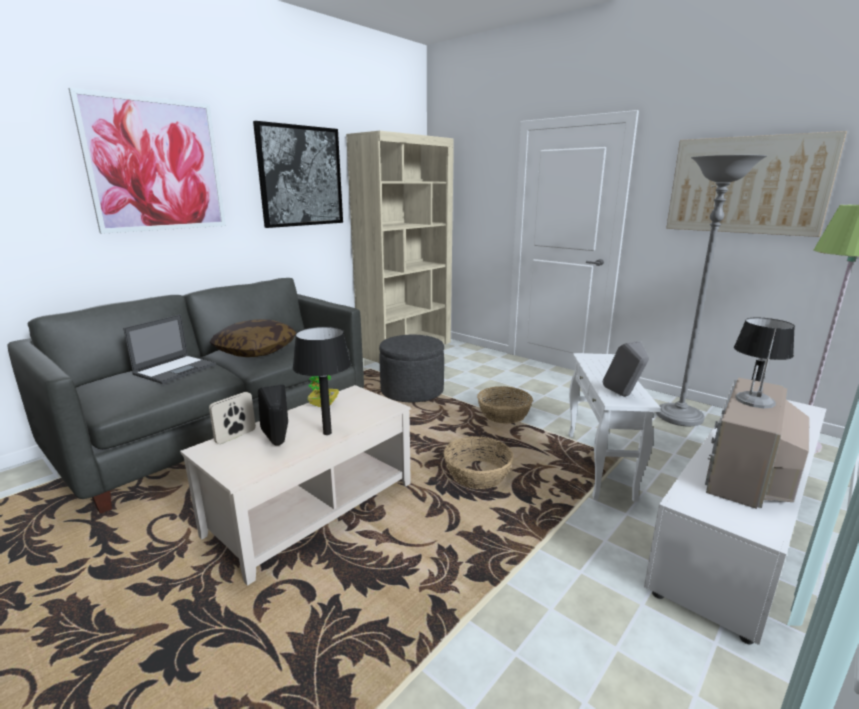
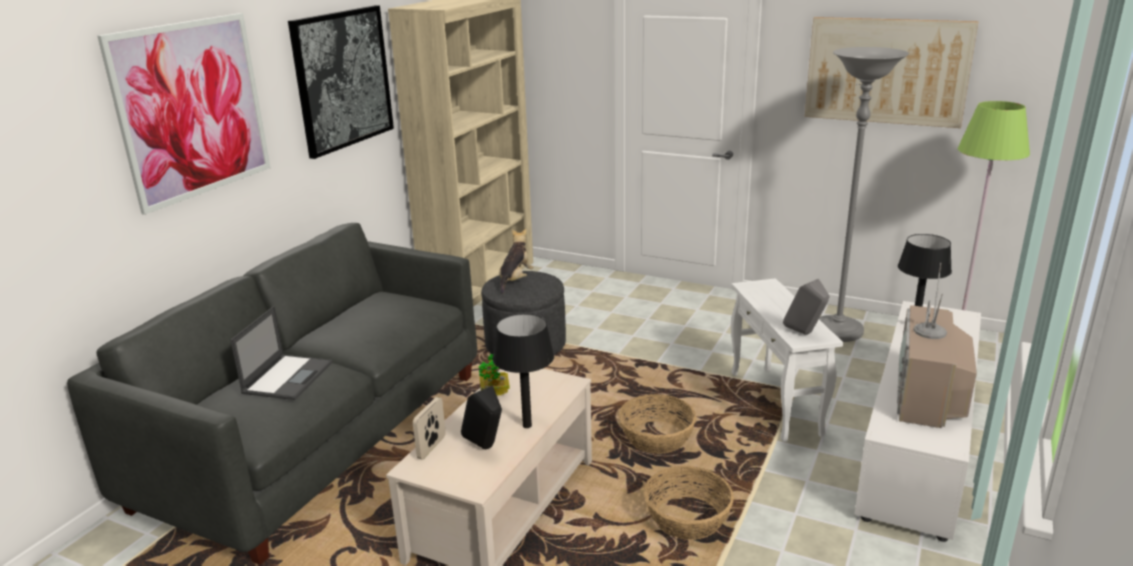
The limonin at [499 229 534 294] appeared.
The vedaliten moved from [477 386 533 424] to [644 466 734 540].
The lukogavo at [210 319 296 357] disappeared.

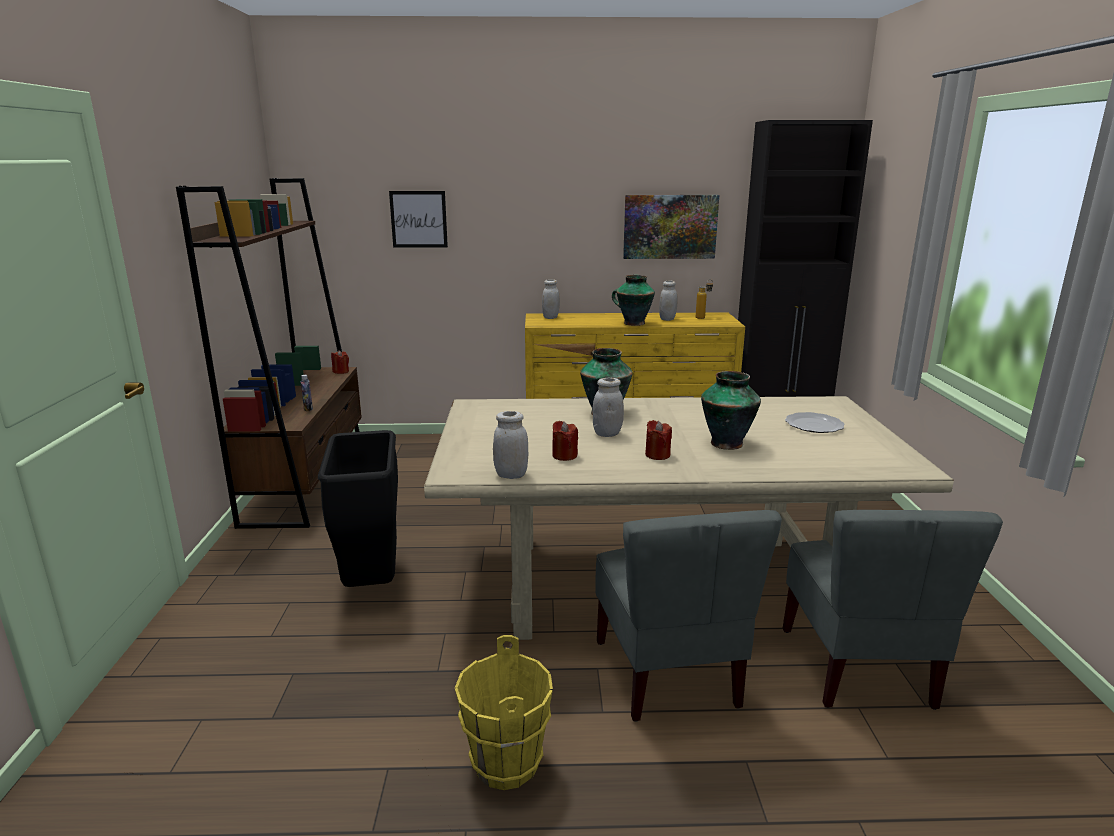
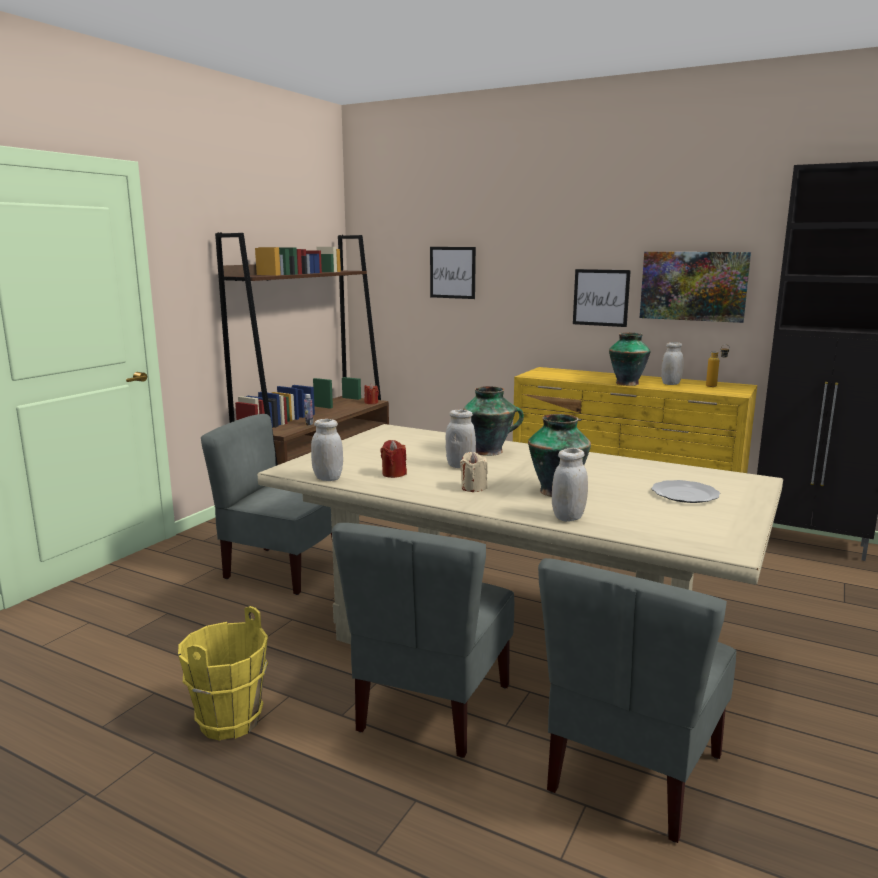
The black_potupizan at [318 430 398 587] was replaced by the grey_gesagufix at [201 414 332 595].
The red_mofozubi at [645 420 672 460] became the beige_mofozubi at [460 452 488 492].
The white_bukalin moved from [542 279 560 319] to [552 448 588 522].
The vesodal at [573 269 631 327] appeared.

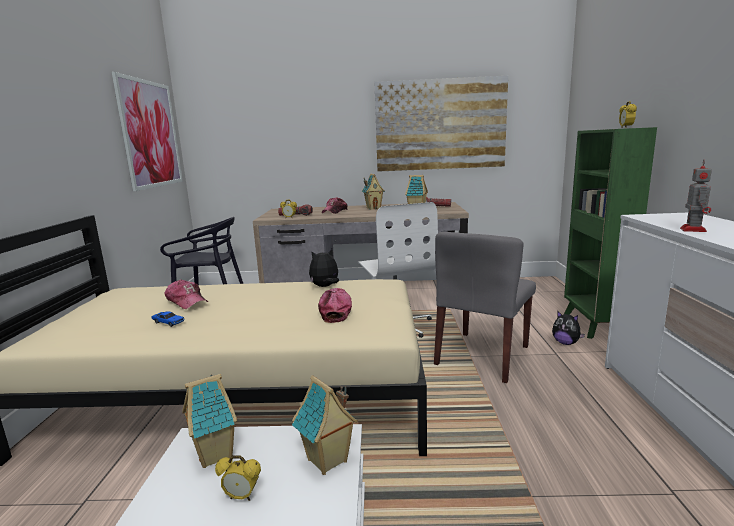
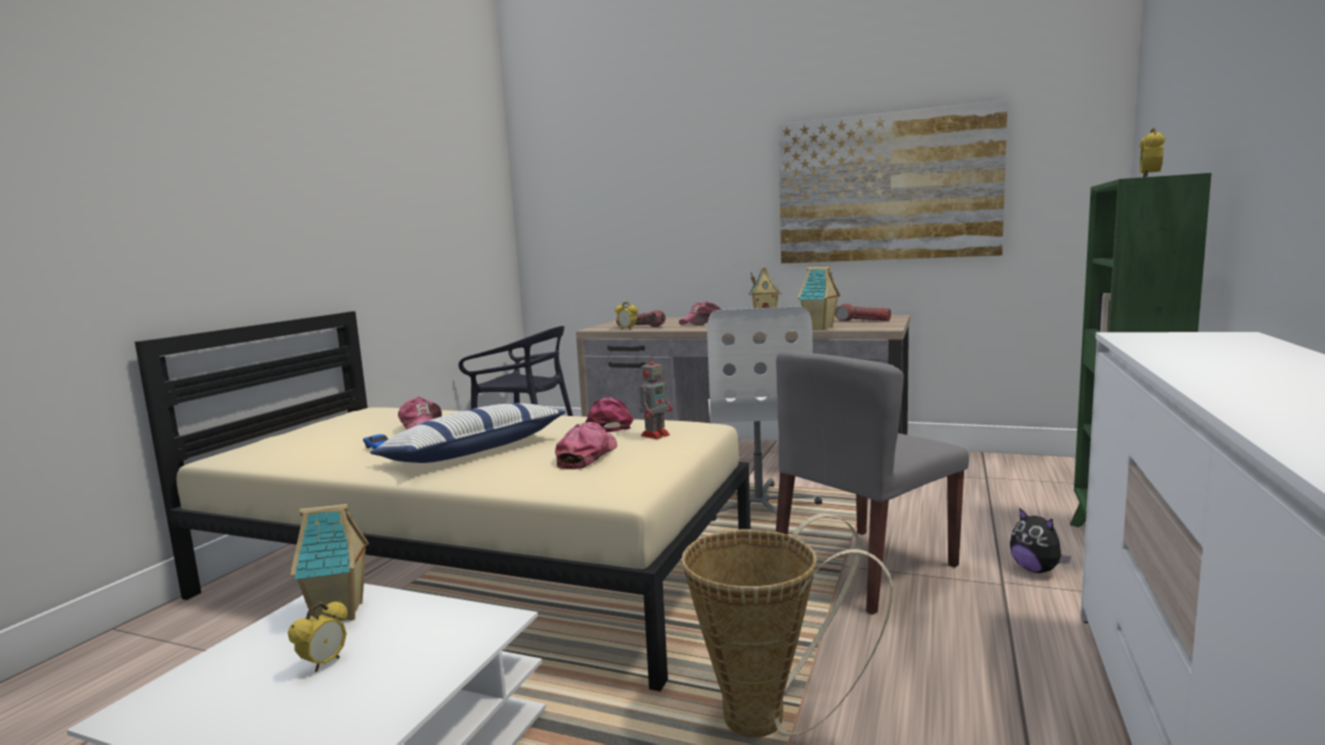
The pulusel at [215 455 261 501] turned 90 degrees counterclockwise.
The lukogavo at [370 403 566 463] appeared.
The limonin at [309 249 339 287] was replaced by the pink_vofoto at [586 397 634 432].
The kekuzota moved from [680 160 712 232] to [639 355 672 439].
The vedaliten at [681 513 893 737] appeared.
The vesodal at [112 72 183 191] disappeared.
The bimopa at [292 375 358 475] disappeared.

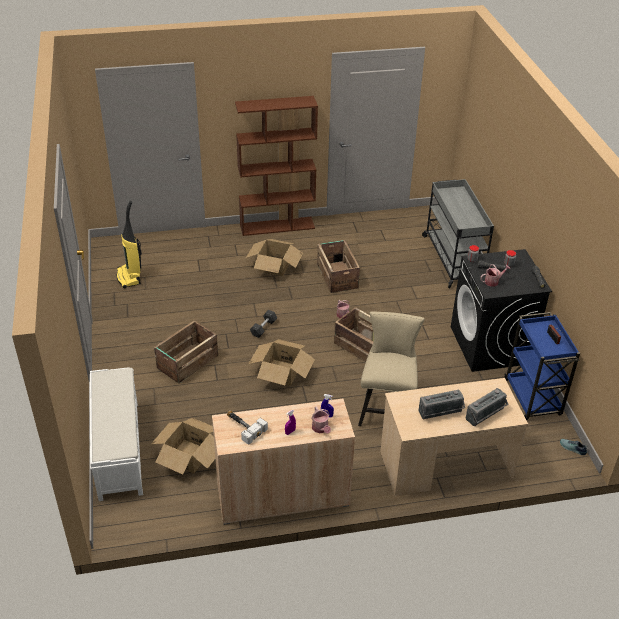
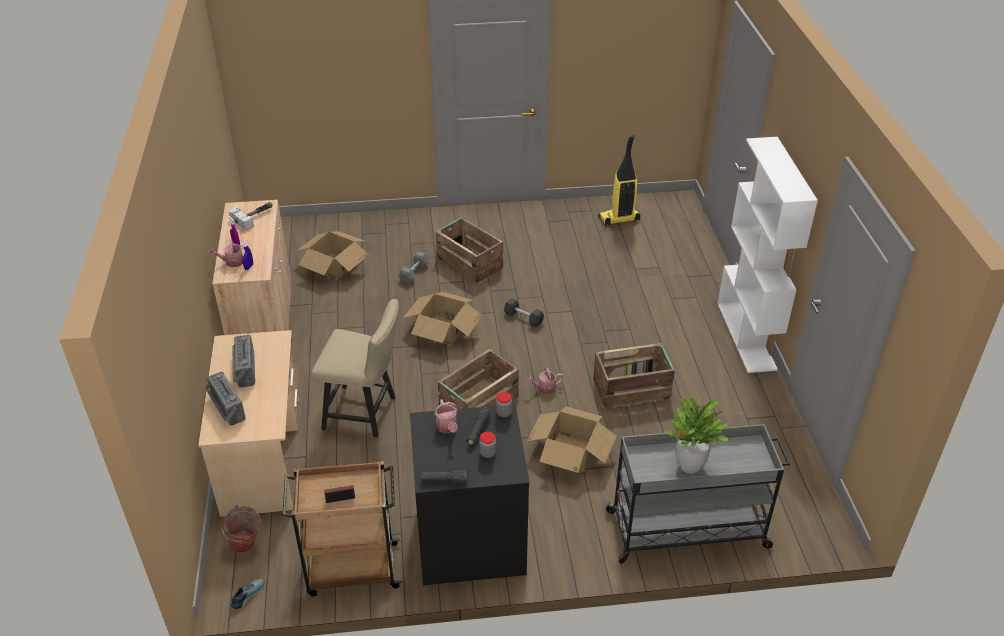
The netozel at [221 505 262 553] appeared.
The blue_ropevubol at [504 312 580 420] became the brown_ropevubol at [283 461 403 596].
The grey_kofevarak at [399 251 429 284] appeared.
The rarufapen moved from [246 239 303 276] to [527 407 617 473].
The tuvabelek at [665 397 728 474] appeared.
The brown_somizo at [235 96 318 236] became the white_somizo at [717 137 818 373].
The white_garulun at [90 368 143 501] disappeared.

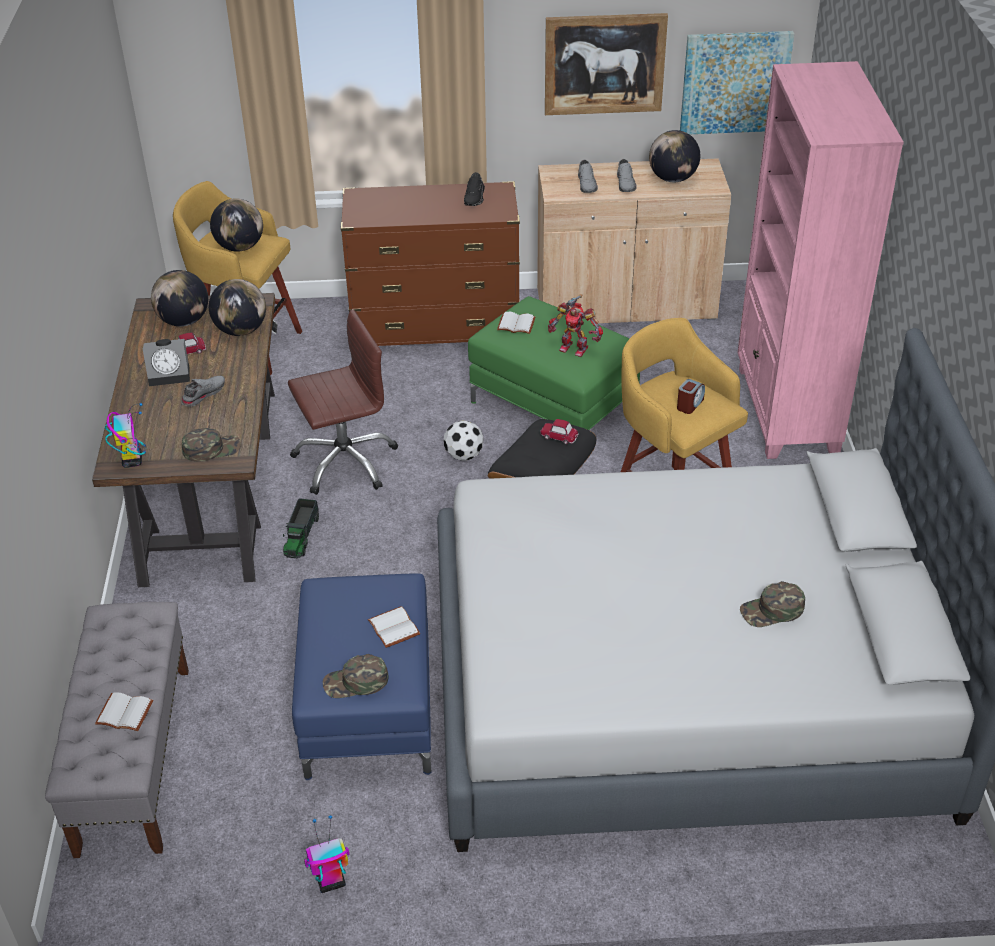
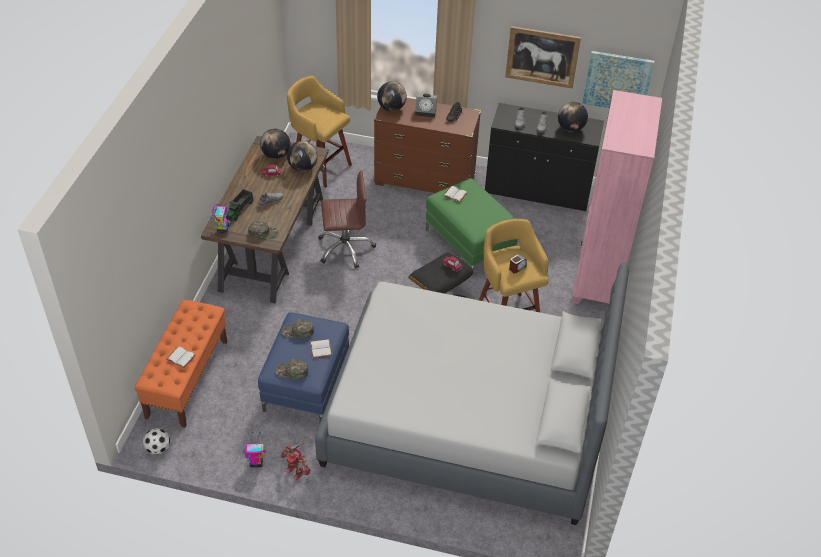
The grey_garulun at [45 602 189 858] became the orange_garulun at [134 300 227 428].
The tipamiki moved from [443 420 484 461] to [143 428 170 455].
The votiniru moved from [283 498 319 558] to [226 189 253 221].
The kekuzota moved from [548 294 603 357] to [281 441 310 480].
The green_vofoto moved from [740 581 805 627] to [282 319 314 339].
The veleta moved from [210 198 263 252] to [377 82 407 111].
The pulusel moved from [143 339 190 386] to [415 94 437 117].
The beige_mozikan at [537 158 731 323] became the black_mozikan at [485 103 604 211].

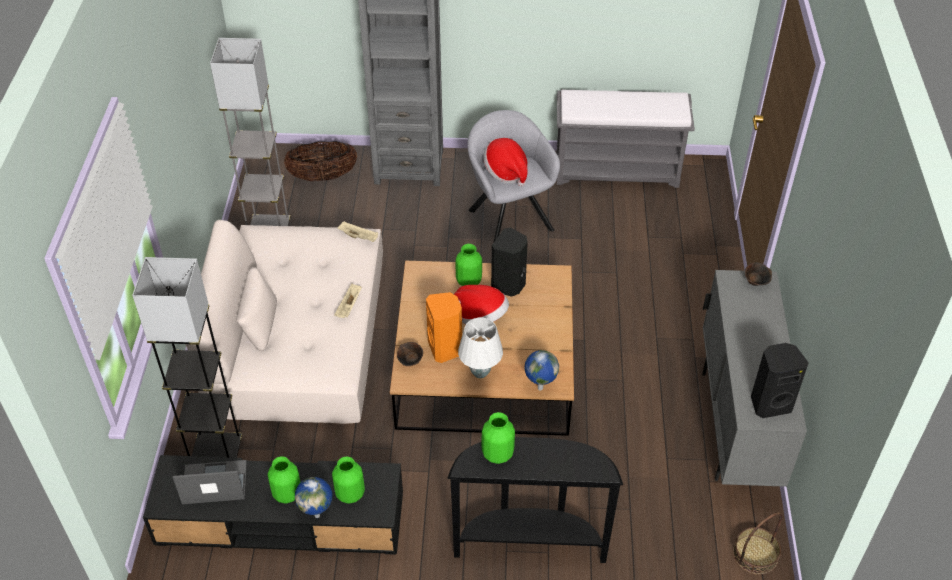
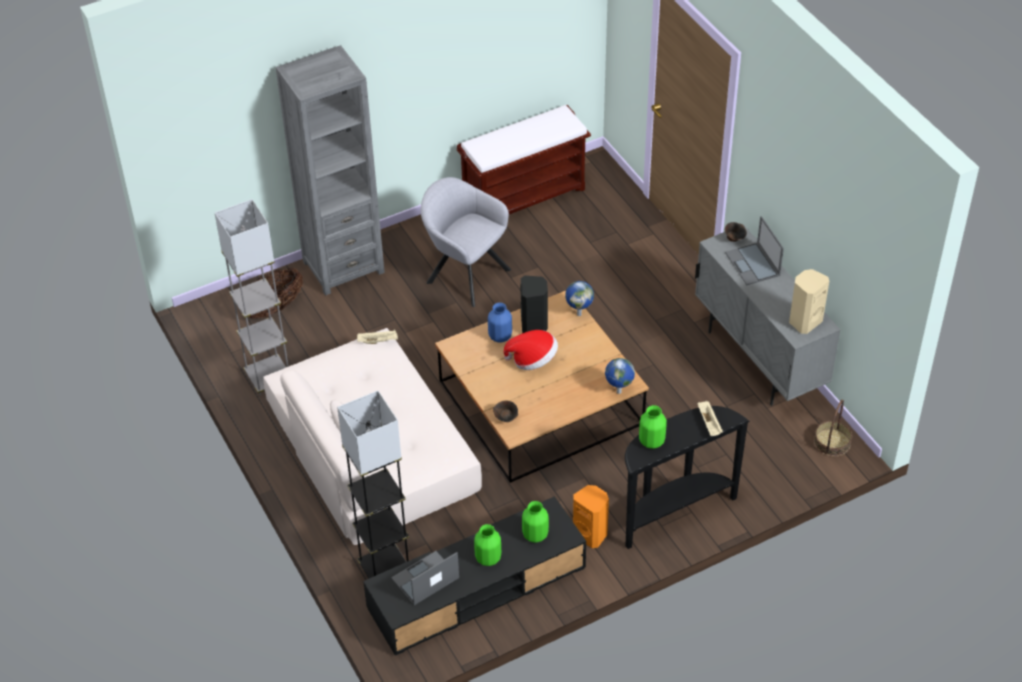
The grey_garulun at [557 90 695 188] became the brown_garulun at [457 105 591 214].
The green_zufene at [456 244 482 286] became the blue_zufene at [488 303 512 343].
The veleta moved from [295 477 332 518] to [565 281 594 316].
The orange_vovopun moved from [426 292 462 363] to [573 485 609 548].
The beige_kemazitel moved from [334 283 362 318] to [697 401 723 436].
The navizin at [725 216 784 285] appeared.
The black_vovopun at [751 343 809 418] became the beige_vovopun at [789 269 829 334].
The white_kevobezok at [458 318 503 378] disappeared.
The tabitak at [483 138 528 186] disappeared.

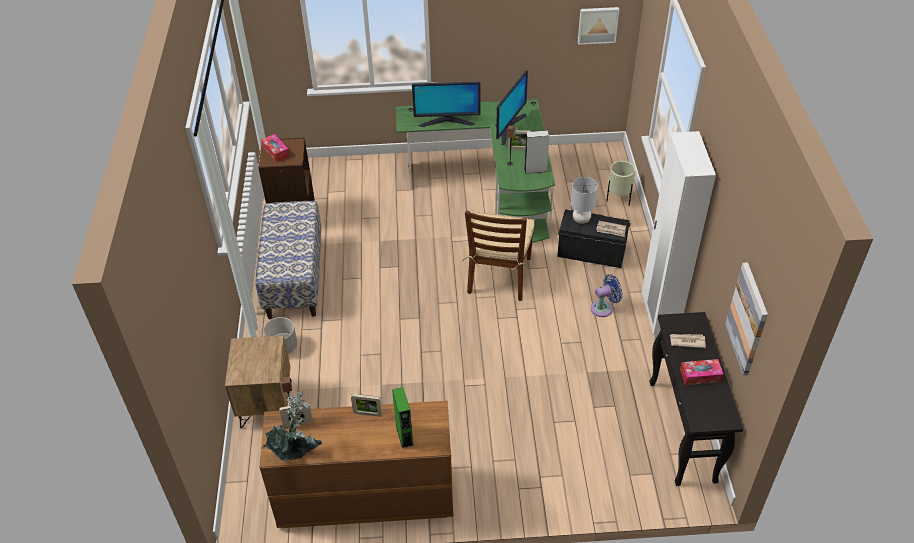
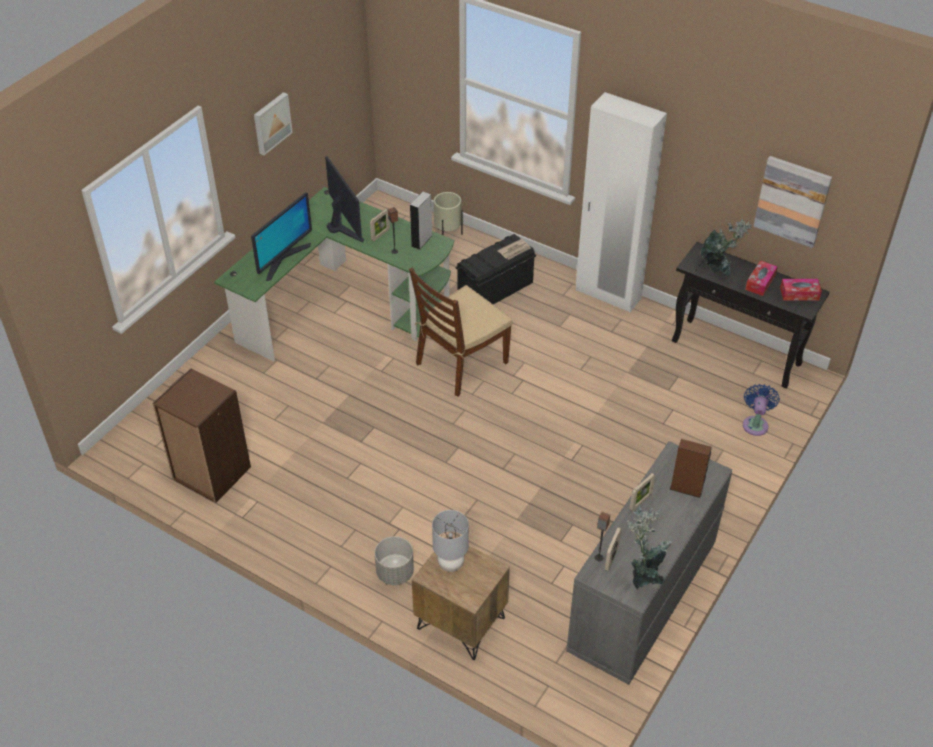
The vesodal moved from [578 7 619 45] to [254 92 293 155].
The brown_gesagufix at [462 210 535 301] turned 90 degrees clockwise.
The grey_kevobezok moved from [571 177 598 224] to [432 510 469 572].
The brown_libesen at [259 401 454 528] became the grey_libesen at [566 441 732 685].
The green_vovopun at [392 387 414 449] became the brown_vovopun at [670 439 712 498].
The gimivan at [670 334 706 348] was replaced by the tuvabelek at [701 219 752 276].
The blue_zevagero moved from [591 274 623 317] to [743 384 780 436].
The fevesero moved from [261 134 290 162] to [780 279 822 301].
The garulun at [256 201 321 319] disappeared.

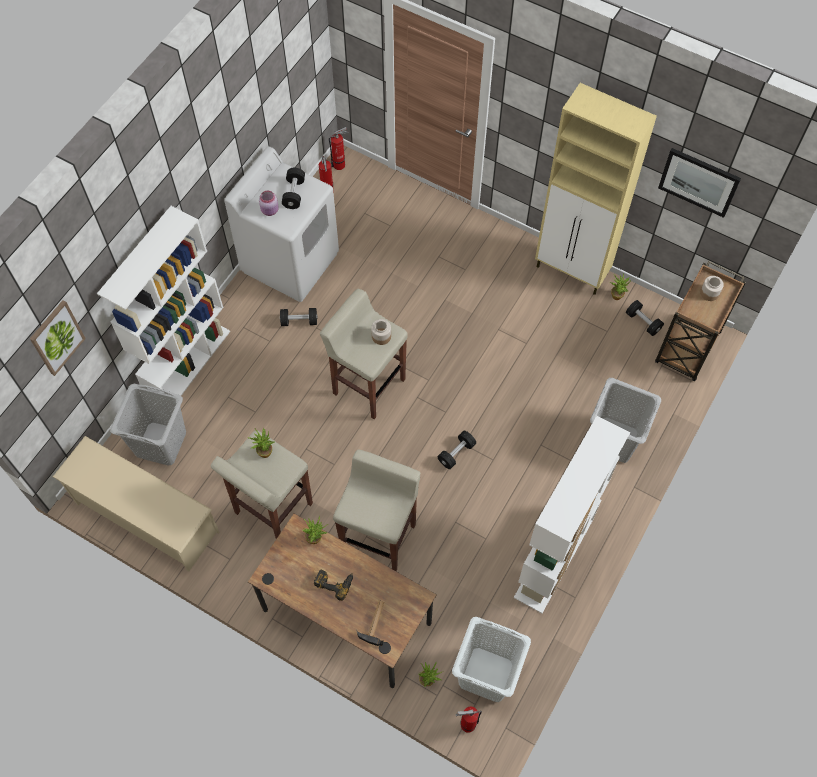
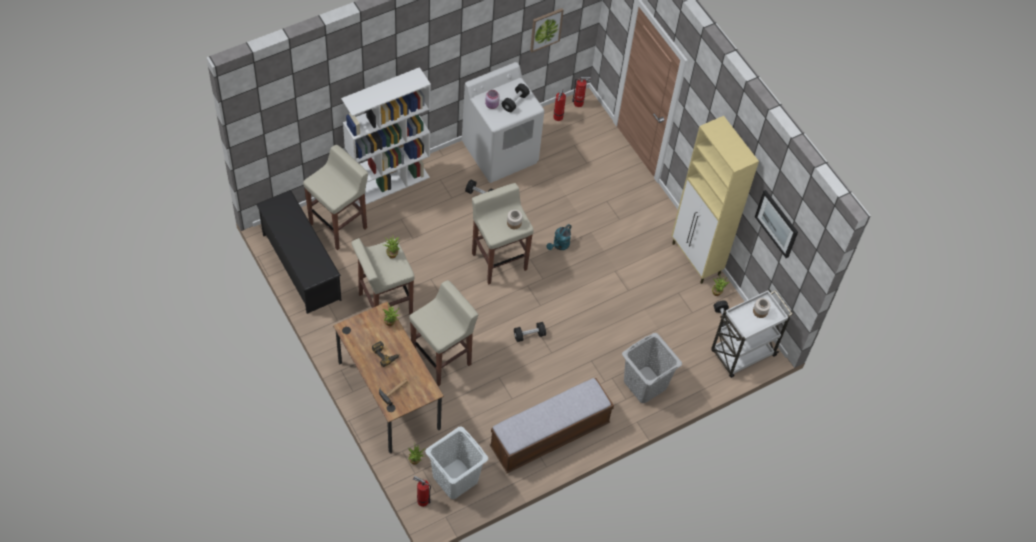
The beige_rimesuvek at [53 436 220 572] became the black_rimesuvek at [256 190 342 314].
The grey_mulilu at [110 384 186 466] was replaced by the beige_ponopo at [303 145 368 250].
The white_somizo at [514 416 630 613] was replaced by the garulun at [490 378 614 473].
The vesodal moved from [30 300 86 376] to [530 8 564 53].
The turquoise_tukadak at [547 224 571 250] appeared.
The brown_ropevubol at [655 261 746 381] became the white_ropevubol at [711 289 792 378].

